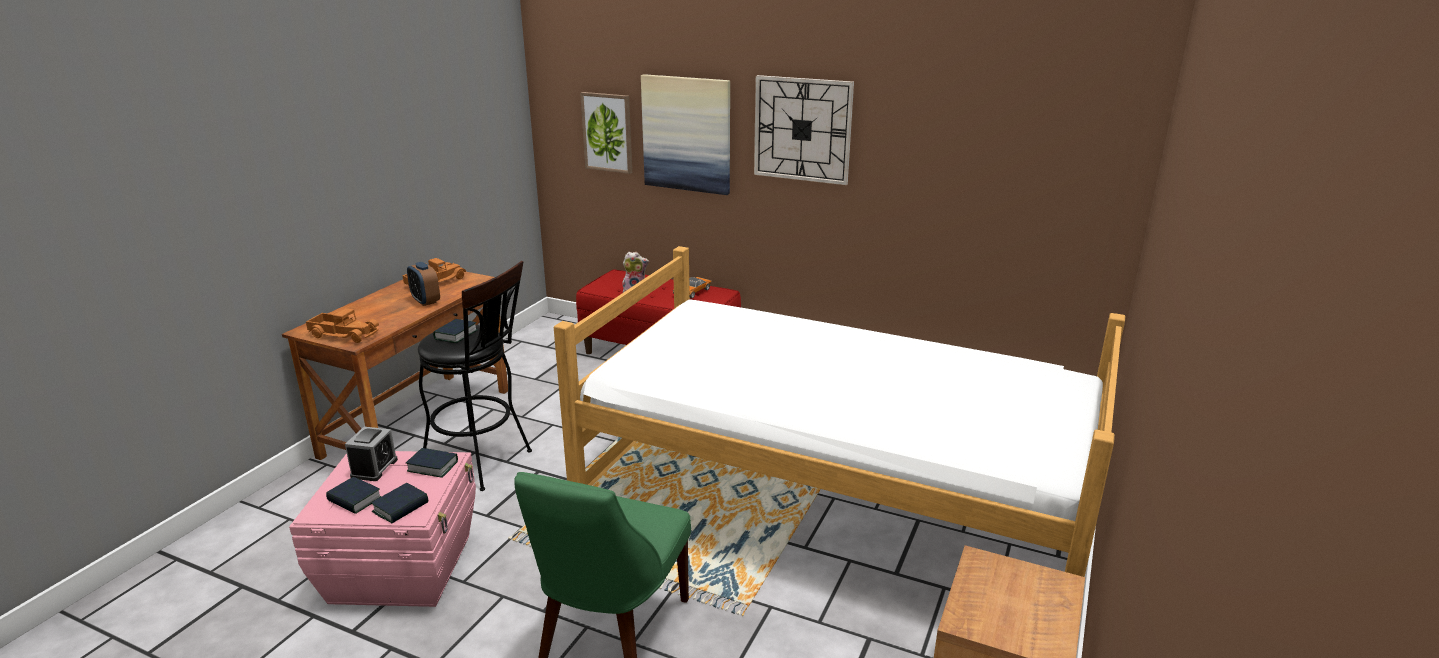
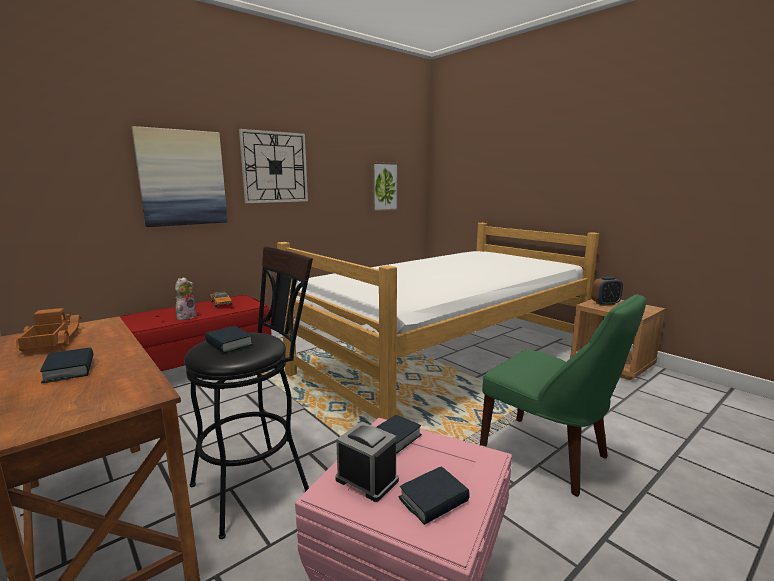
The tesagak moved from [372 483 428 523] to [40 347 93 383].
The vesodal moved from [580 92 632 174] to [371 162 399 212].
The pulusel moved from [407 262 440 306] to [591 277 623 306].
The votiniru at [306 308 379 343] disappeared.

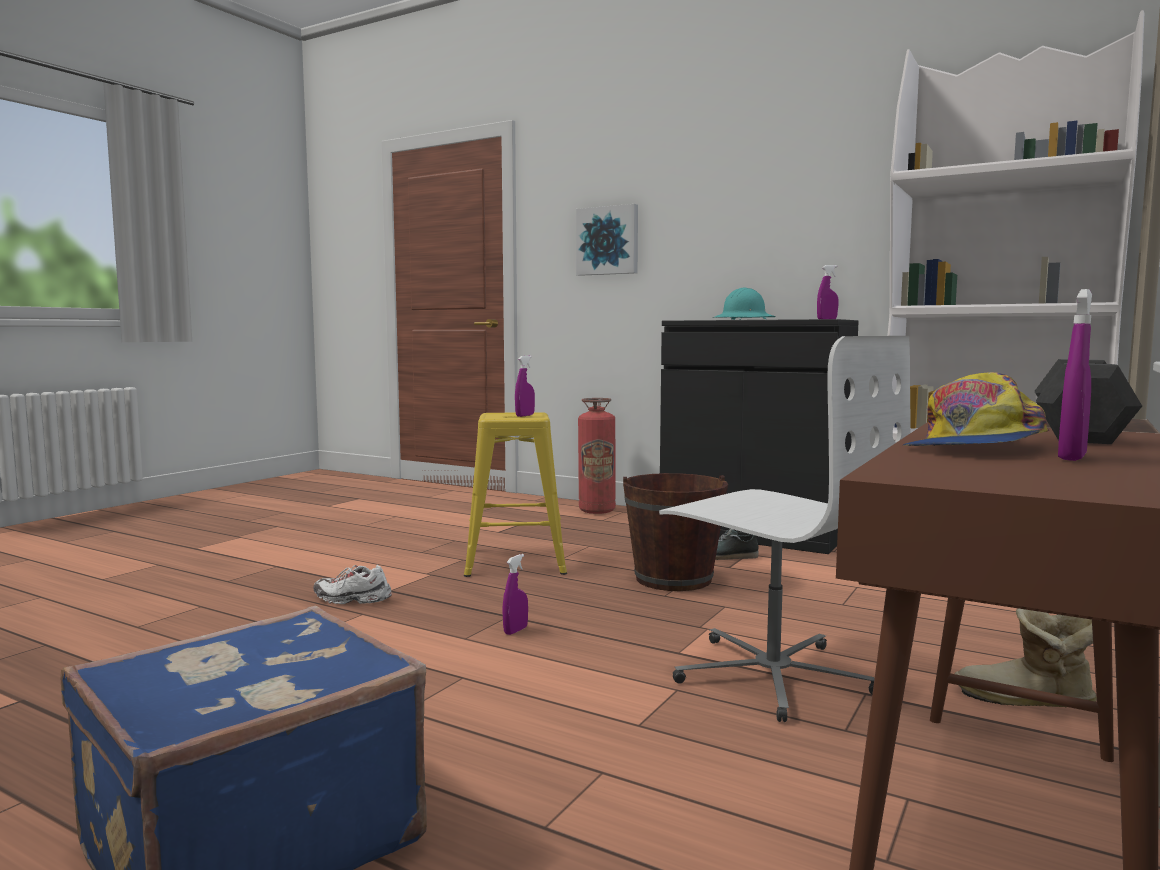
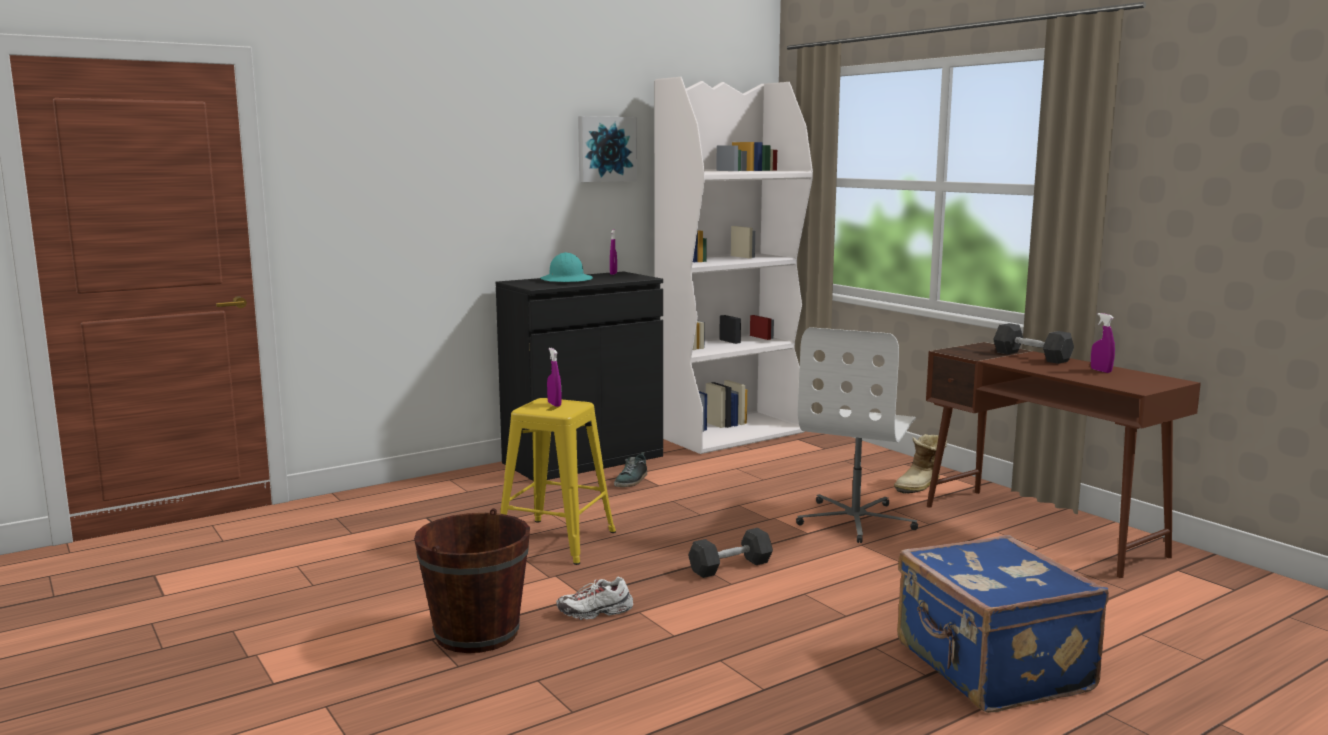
The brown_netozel moved from [623 473 728 591] to [414 508 530 653].
The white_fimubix at [313 565 392 604] turned 45 degrees clockwise.
The vesodal moved from [576 204 638 276] to [578 116 637 182].
The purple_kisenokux at [503 554 528 635] was replaced by the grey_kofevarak at [689 528 773 578].
The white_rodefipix at [659 336 911 722] turned 135 degrees clockwise.
The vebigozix at [578 398 616 514] disappeared.
The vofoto at [903 372 1049 446] disappeared.

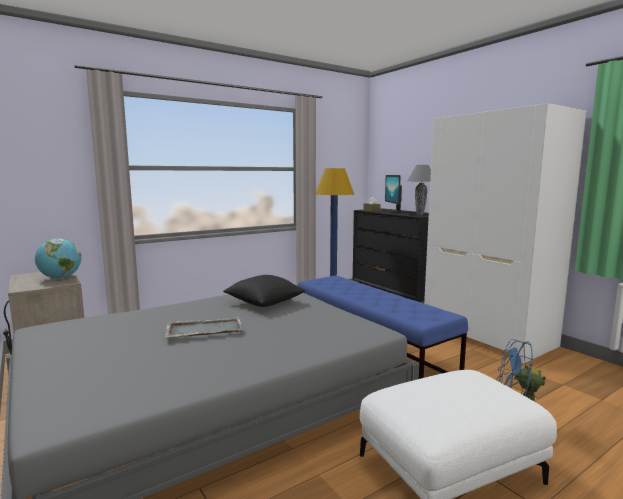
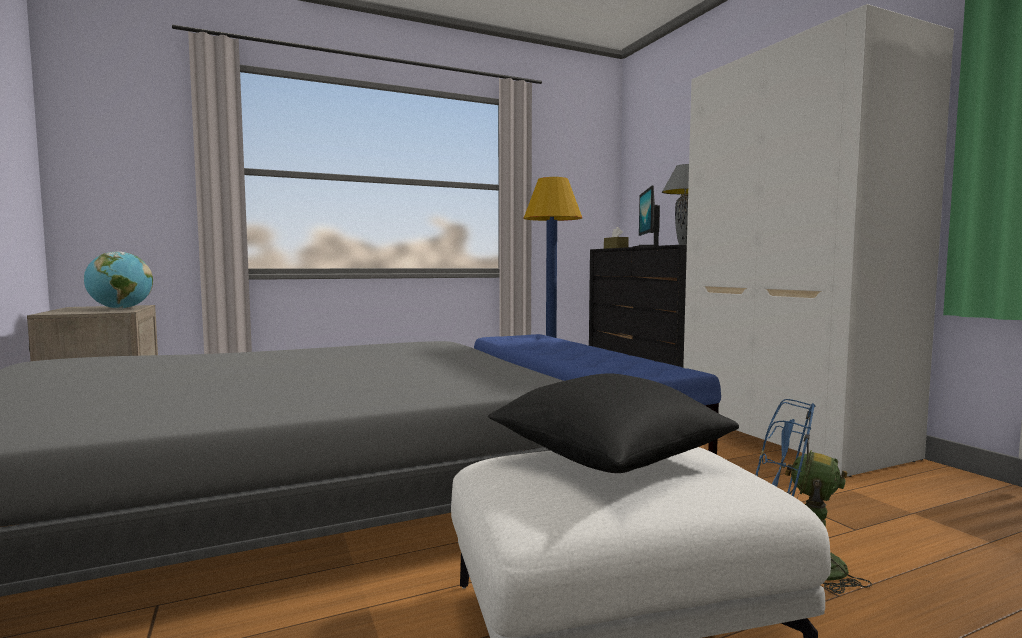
The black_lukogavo moved from [223 275 305 307] to [488 373 739 473].
The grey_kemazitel at [164 317 243 337] disappeared.

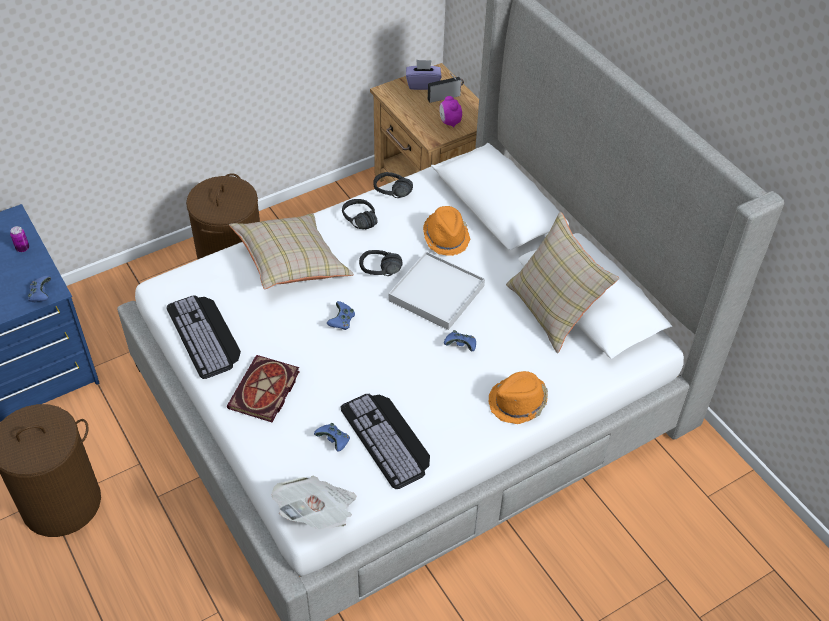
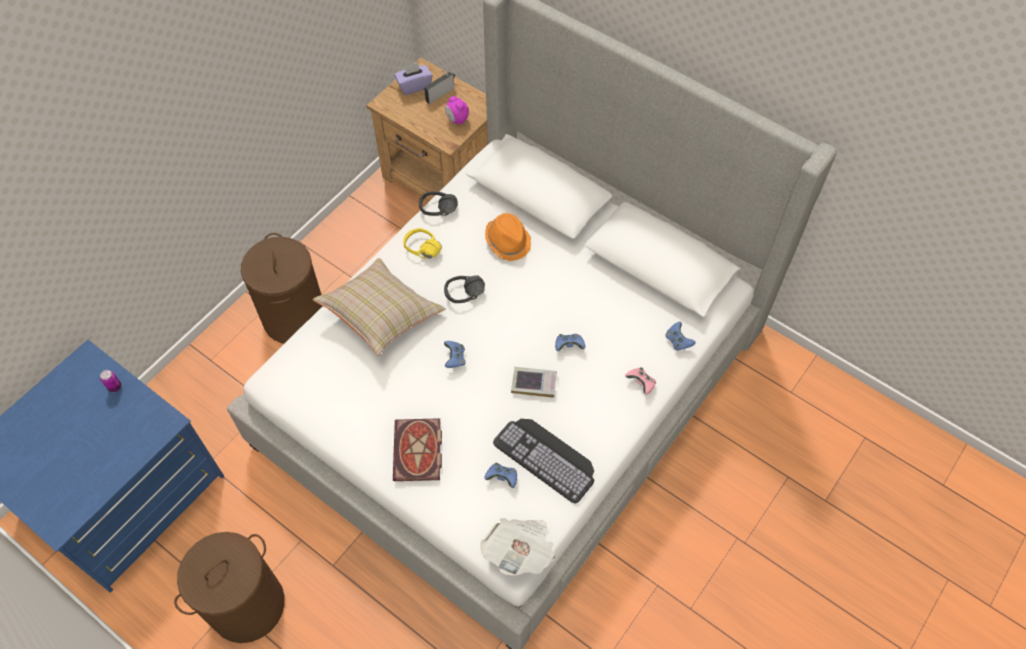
The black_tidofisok at [342 199 378 229] became the yellow_tidofisok at [403 228 442 259].
The tesagak at [511 367 557 398] appeared.
The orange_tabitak at [488 371 548 424] was replaced by the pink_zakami at [625 367 656 395].
The blue_zakami moved from [28 276 51 302] to [665 322 696 351].
The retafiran at [167 296 241 379] disappeared.
The white_kemazitel at [388 251 485 330] disappeared.
The beige_lukogavo at [506 212 619 353] disappeared.

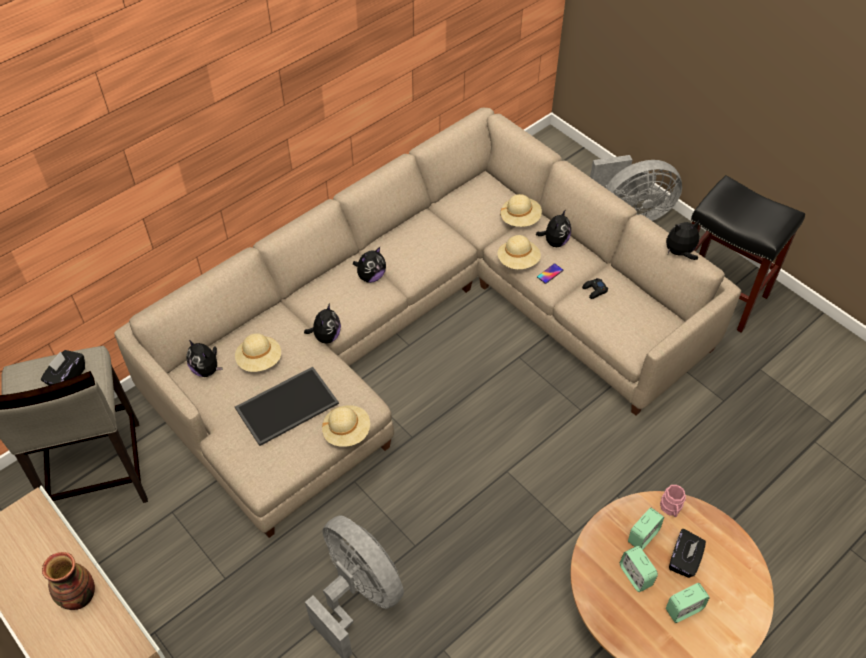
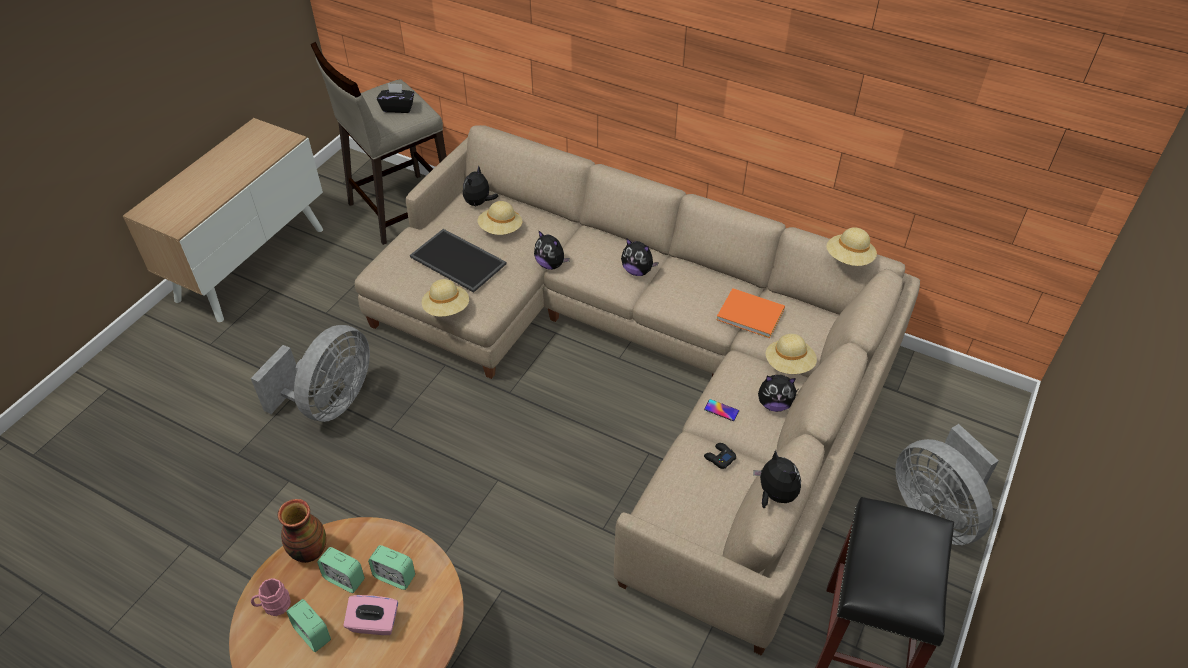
The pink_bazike moved from [660 485 686 517] to [251 578 291 616].
The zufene moved from [42 552 95 610] to [278 499 326 563].
The pulusel at [620 546 658 592] turned 105 degrees counterclockwise.
The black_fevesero at [669 529 706 578] became the pink_fevesero at [343 595 398 635].
The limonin at [304 303 341 344] turned 45 degrees clockwise.
The orange_tesagak at [716 288 785 338] appeared.
The beige_tabitak moved from [498 235 541 269] to [826 227 877 266].

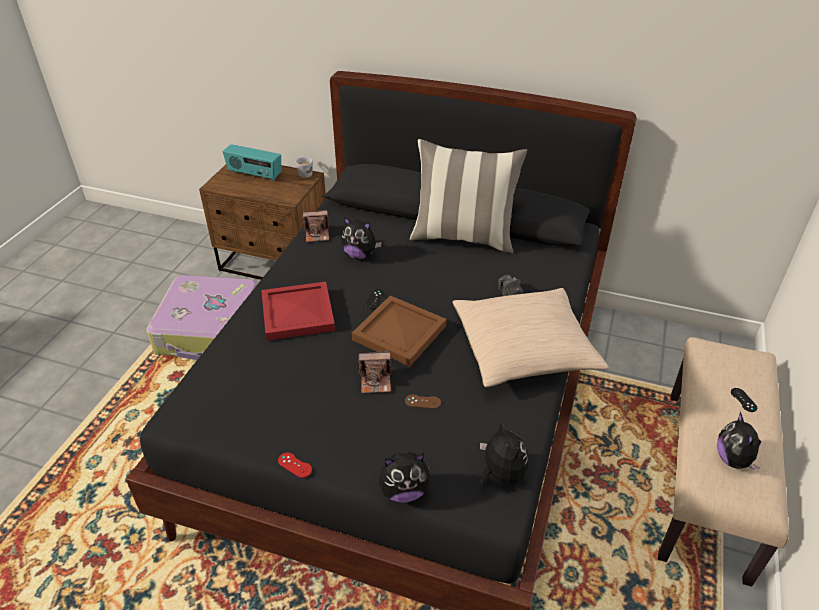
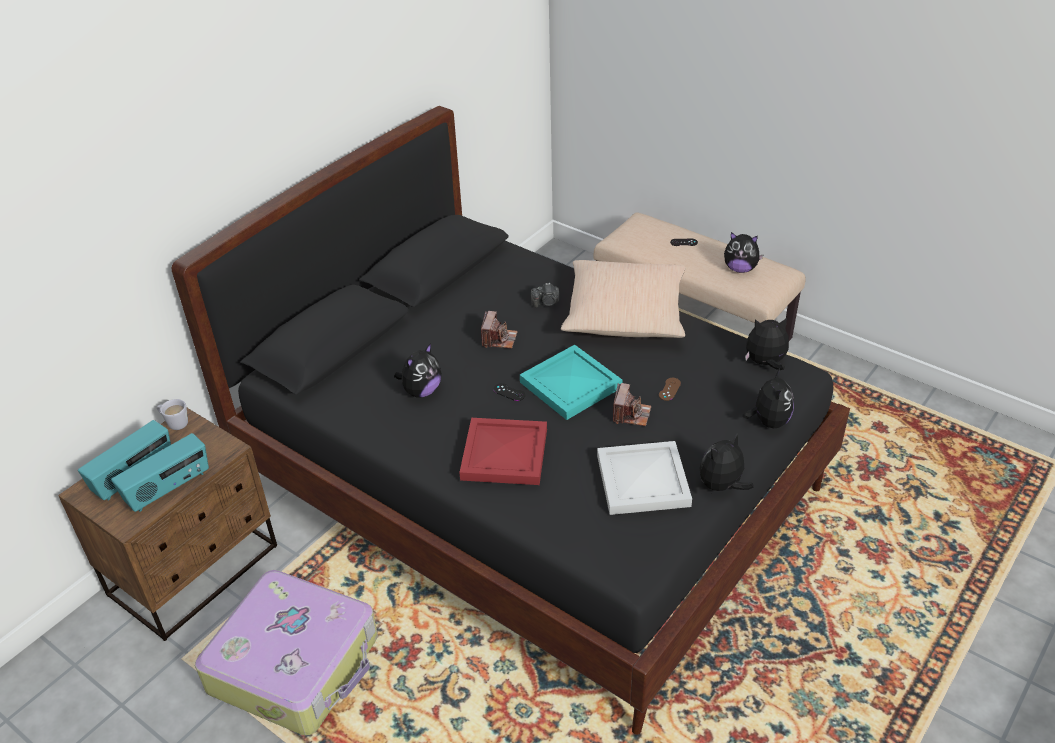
The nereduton at [111 433 209 512] appeared.
The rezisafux moved from [302 210 329 242] to [481 311 518 349].
The brown_kemazitel at [352 296 447 367] became the turquoise_kemazitel at [520 345 622 420].
The white_kemazitel at [597 441 692 515] appeared.
The red_zakami at [278 452 312 478] was replaced by the limonin at [700 434 754 491].
The lukogavo at [410 139 527 253] disappeared.

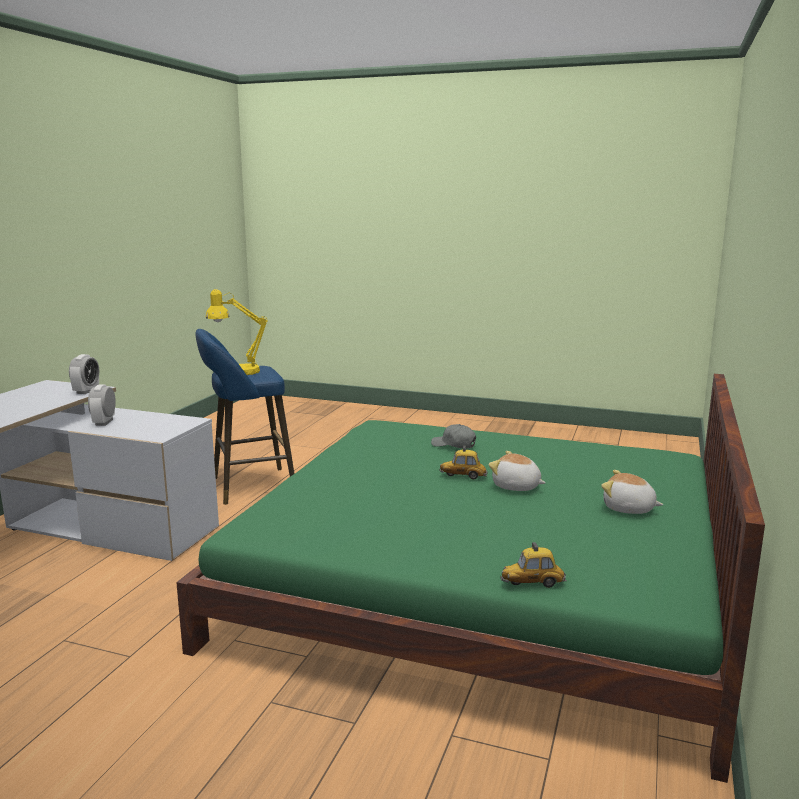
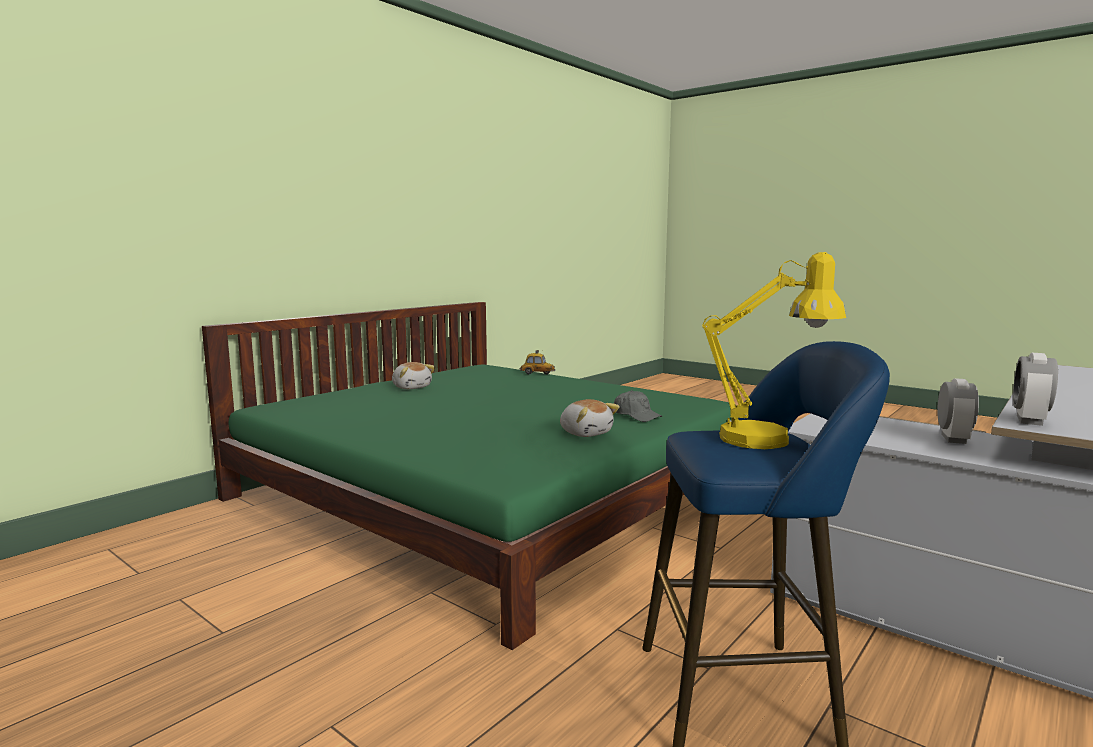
The limonin moved from [489 451 546 491] to [560 399 620 437].
The grey_vofoto moved from [431 424 476 448] to [614 390 662 422].
The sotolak at [440 446 488 480] disappeared.

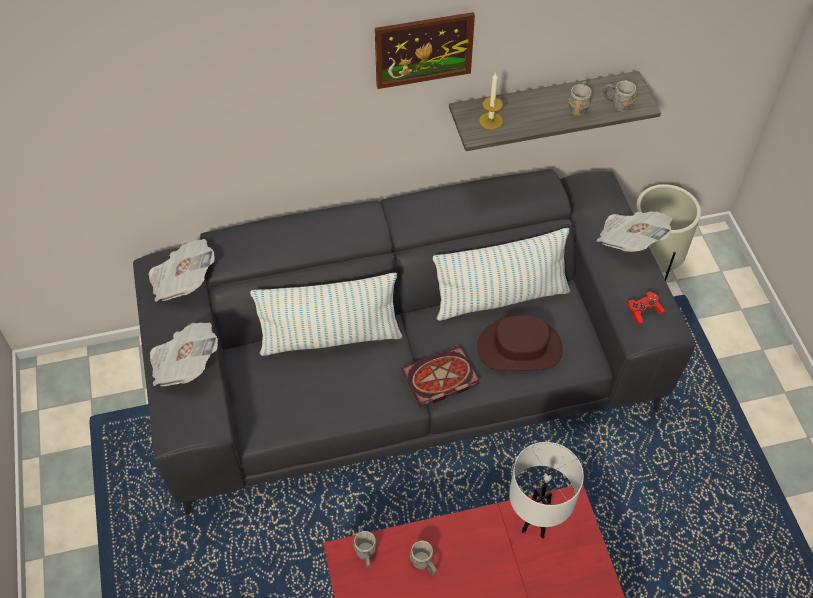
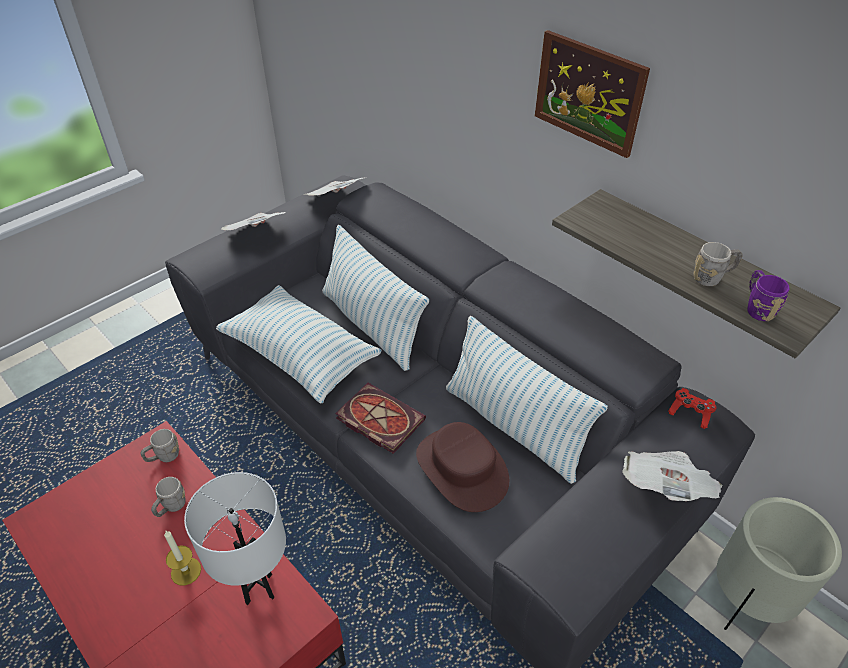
The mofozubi moved from [479 73 503 130] to [164 531 201 586].
The lukogavo at [216 285 382 403] appeared.
The red_zakami moved from [627 291 665 324] to [668 388 716 429].
The grey_bazike at [603 81 637 112] became the purple_bazike at [747 270 789 321].

